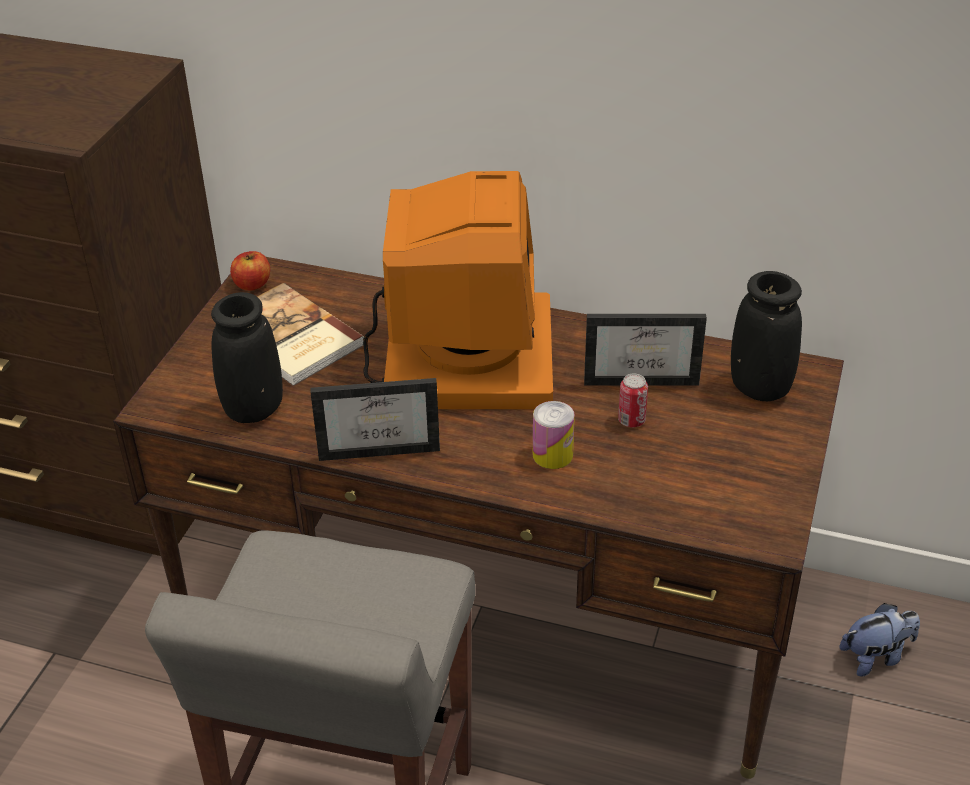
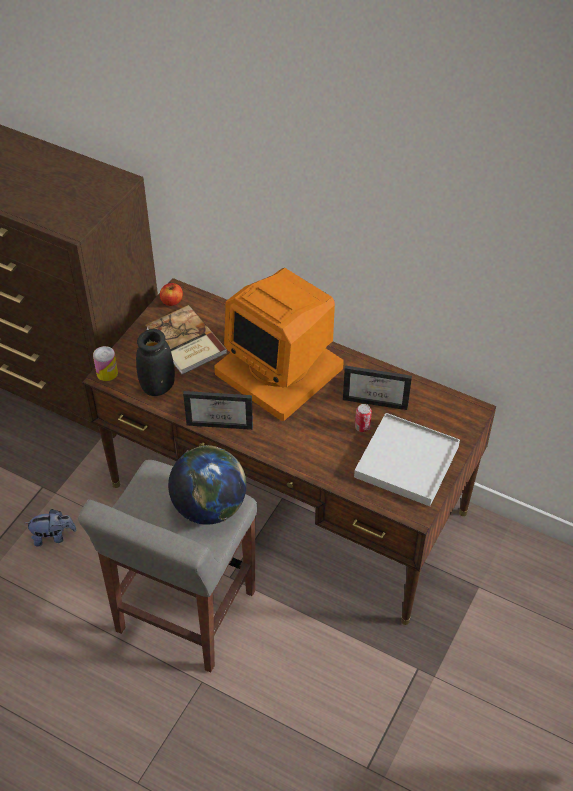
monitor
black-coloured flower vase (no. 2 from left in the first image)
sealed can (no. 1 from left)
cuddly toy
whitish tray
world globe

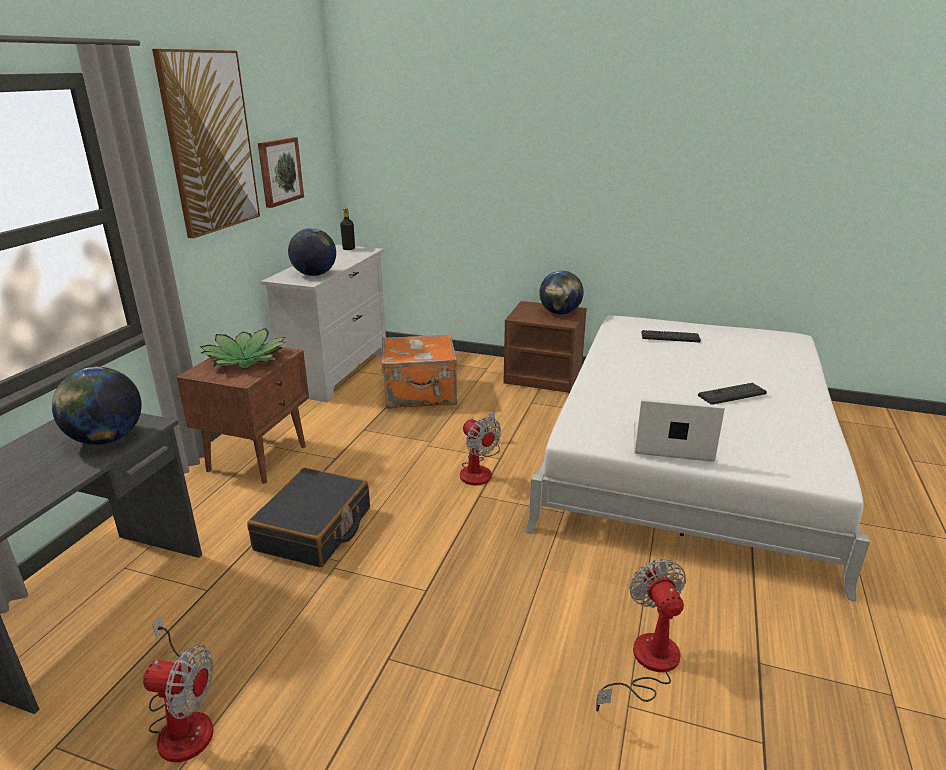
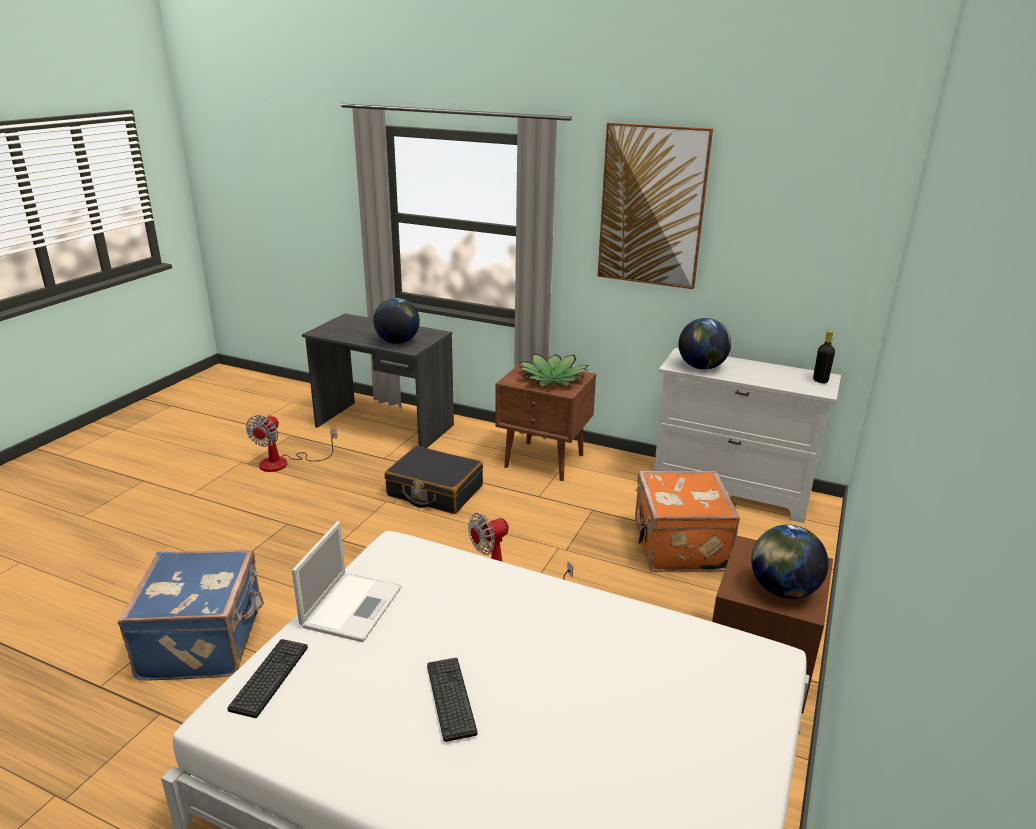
wall picture (no. 2 from left in the first image)
PC keyboard (no. 1 from left)
blue-coloured piece of luggage

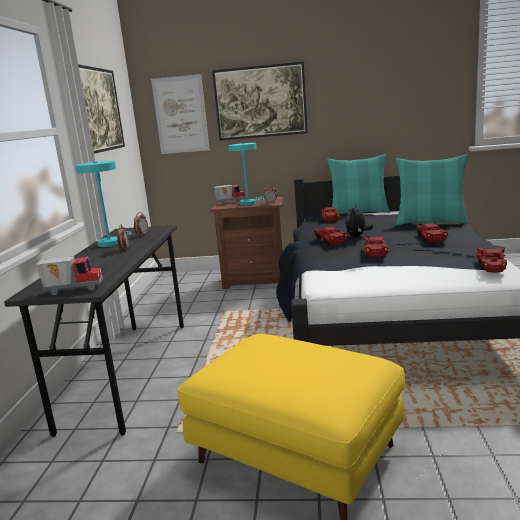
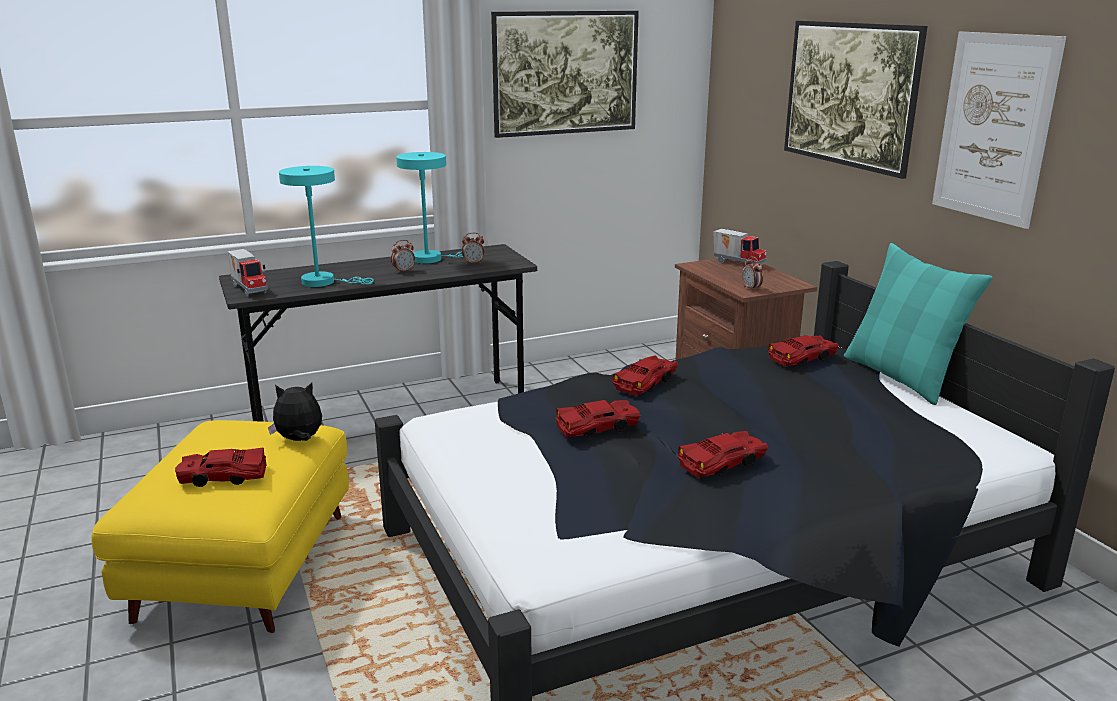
wall picture (no. 3 from left)
blue-green tabletop lamp (no. 1 from left)
blue-green throw pillow (no. 2 from left in the first image)
cuddly toy
red miniature car (no. 1 from left)

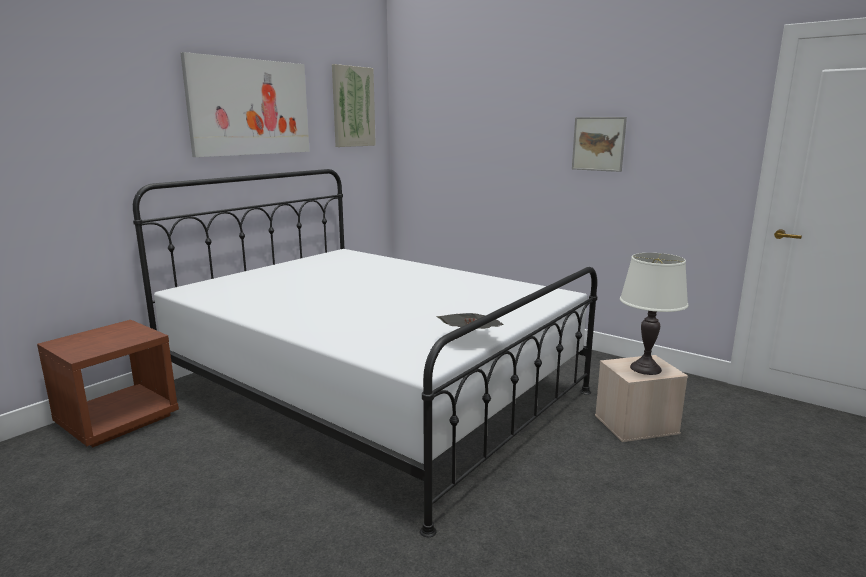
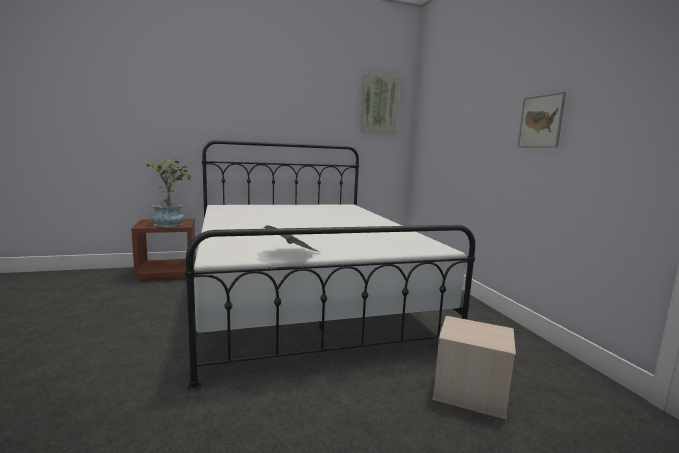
wall picture (no. 1 from left in the first image)
whitish tabletop lamp
potted plant

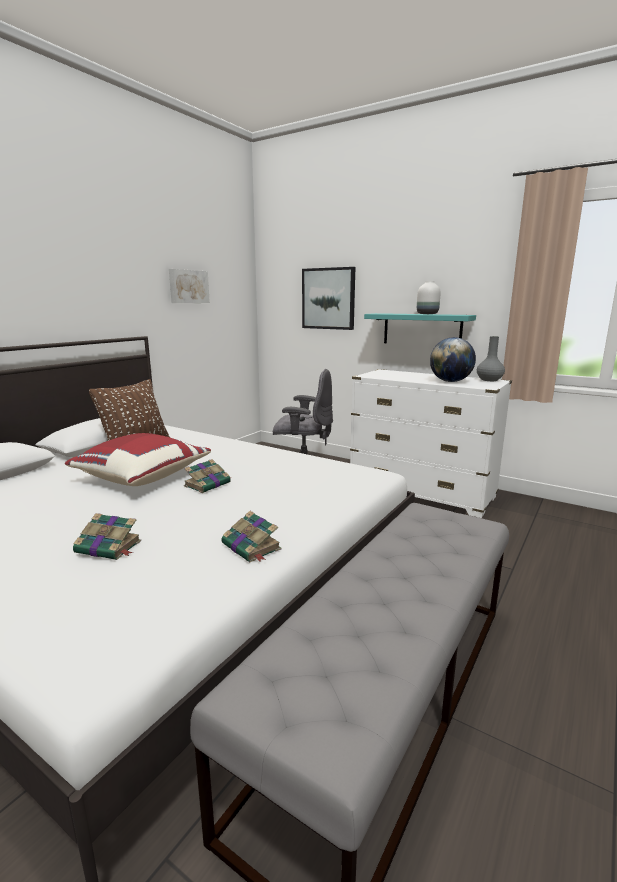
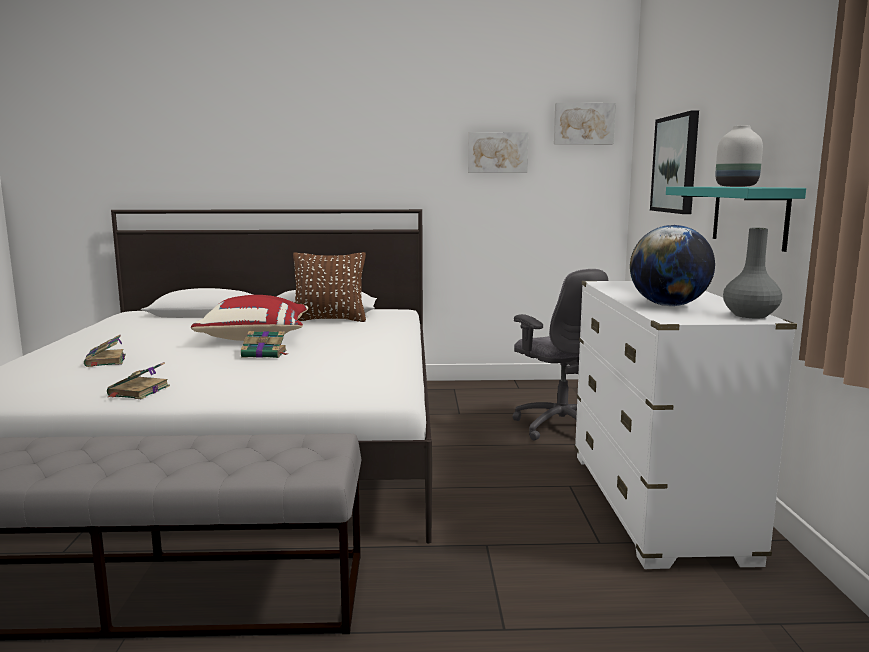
wall picture (no. 2 from left)

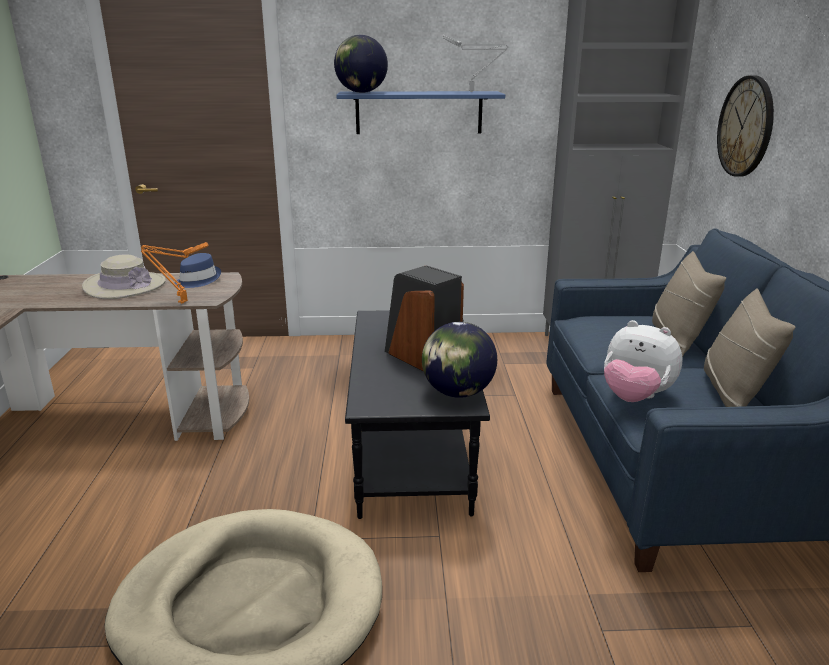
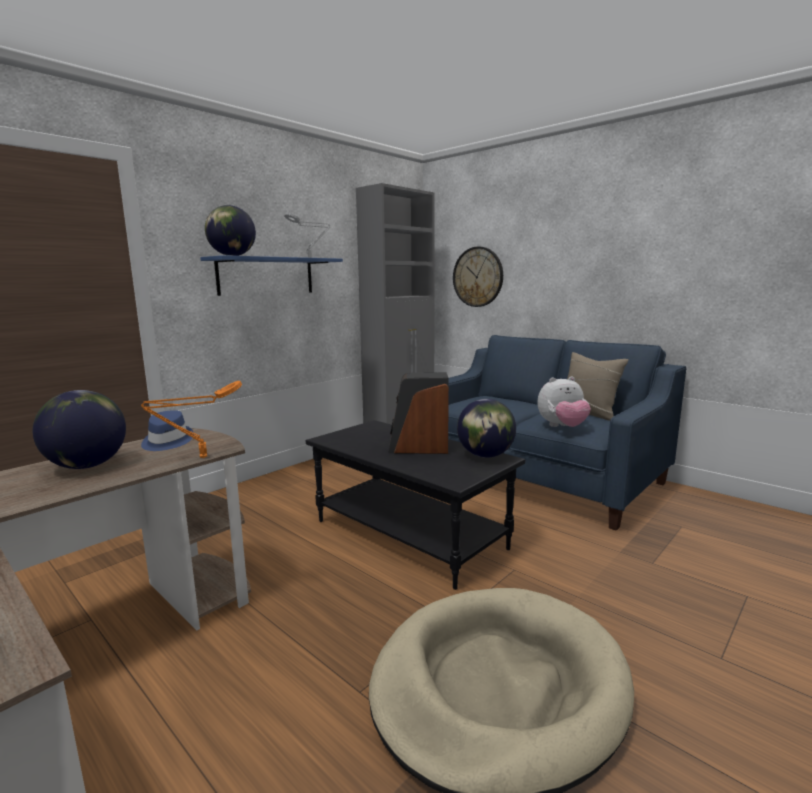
sand-coloured throw pillow (no. 1 from left in the first image)
world globe (no. 1 from left)

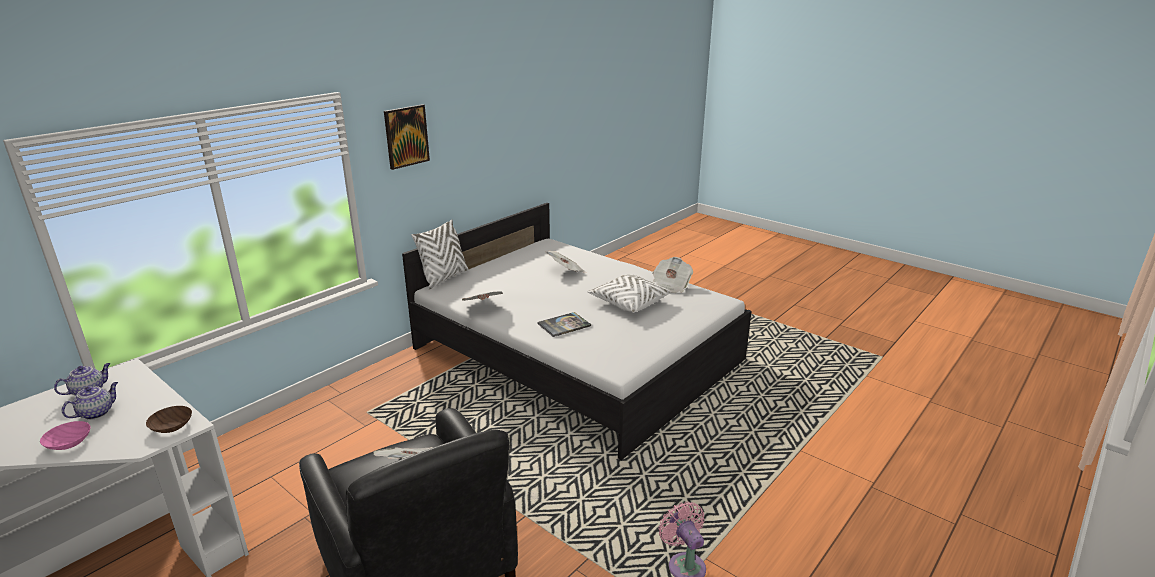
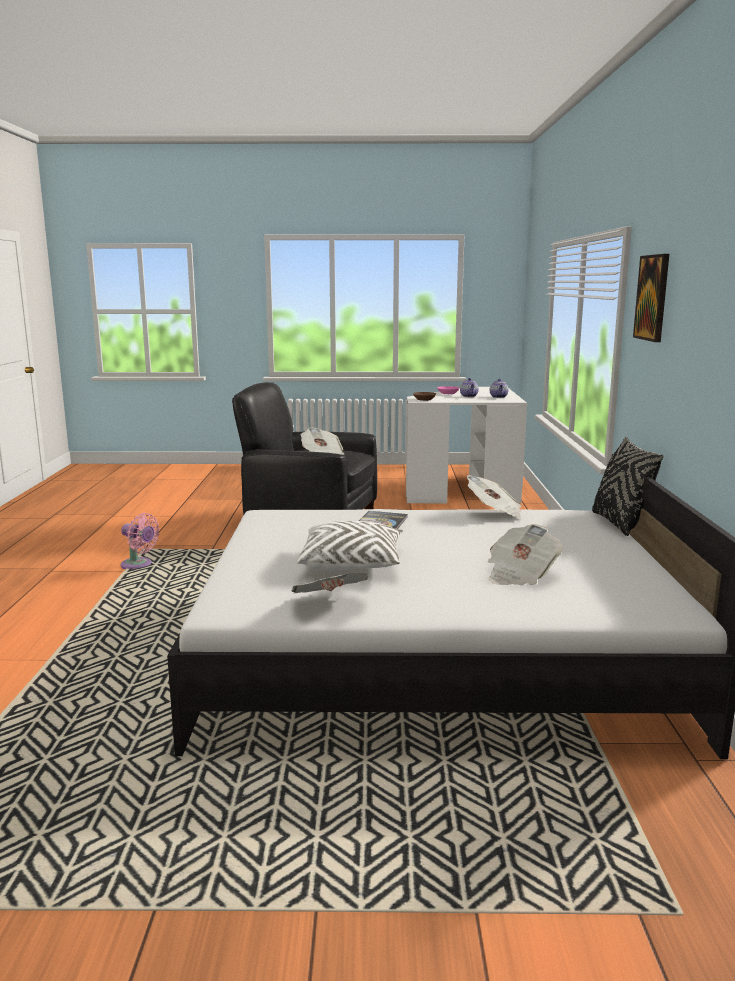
black-coloured throw pillow

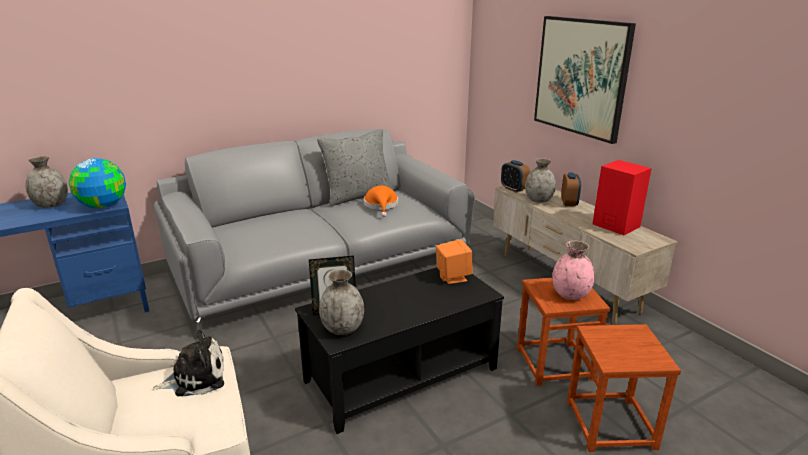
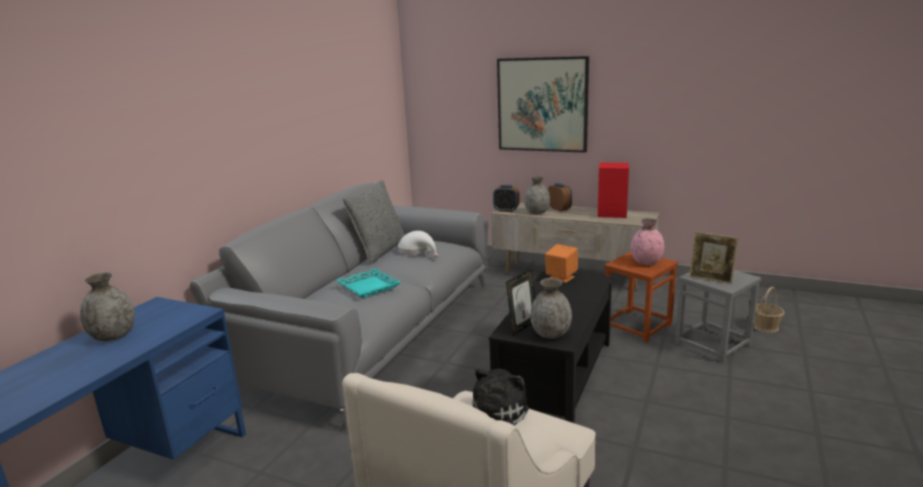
world globe
whitish hat
greyish stool
photo frame (no. 2 from left)
blue-green tray
household basket

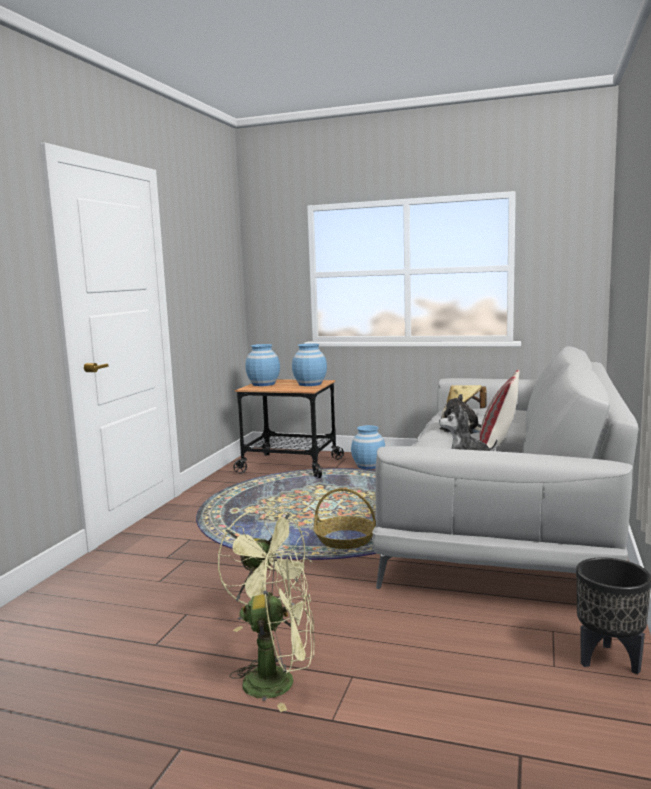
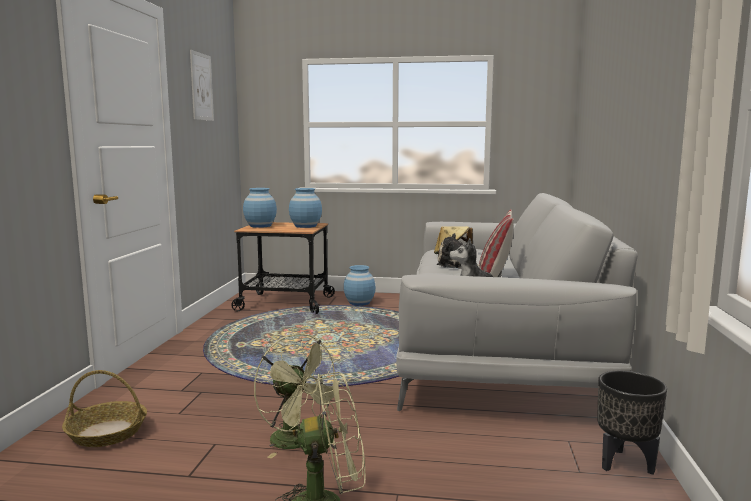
household basket
wall picture

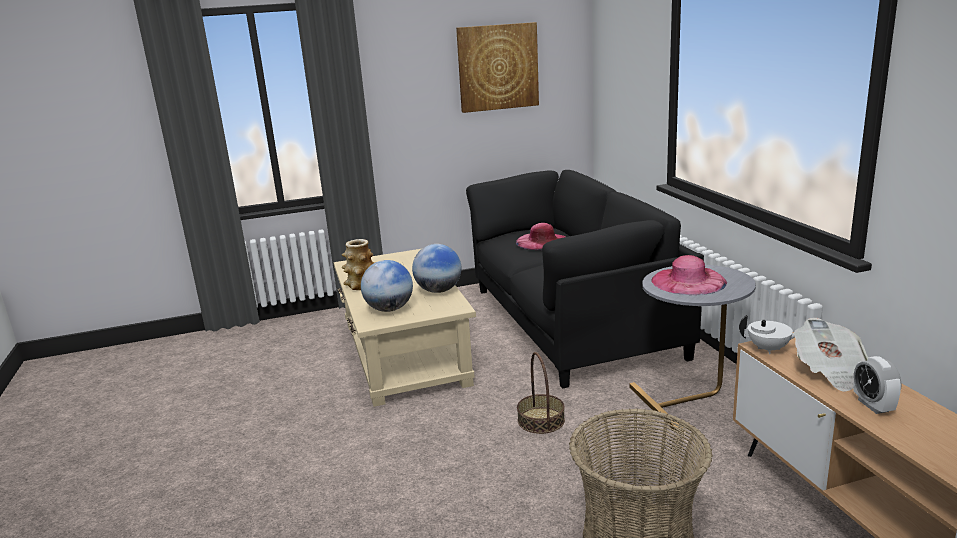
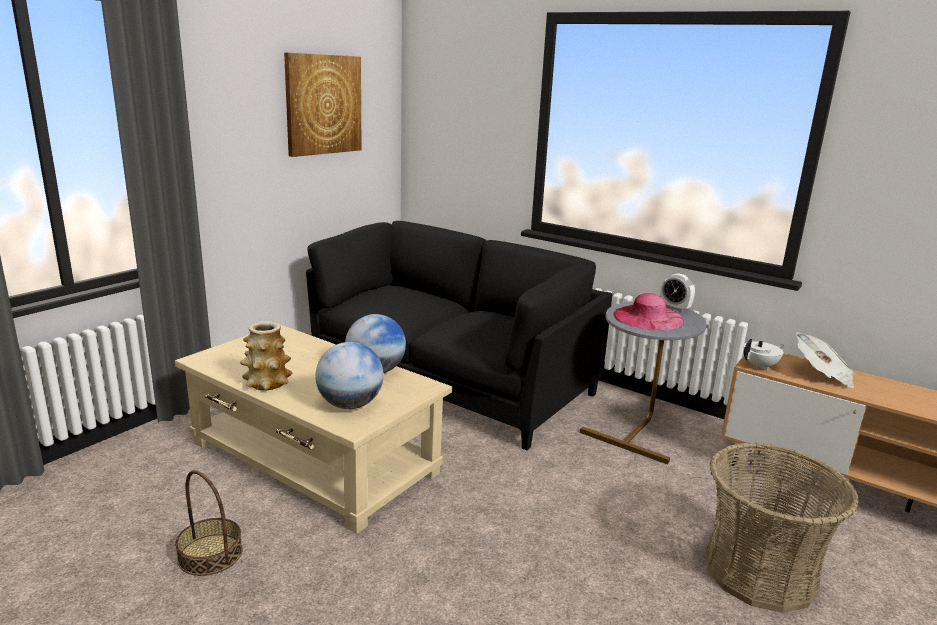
pink hat (no. 1 from left in the first image)
household basket (no. 1 from left)
alarm clock

